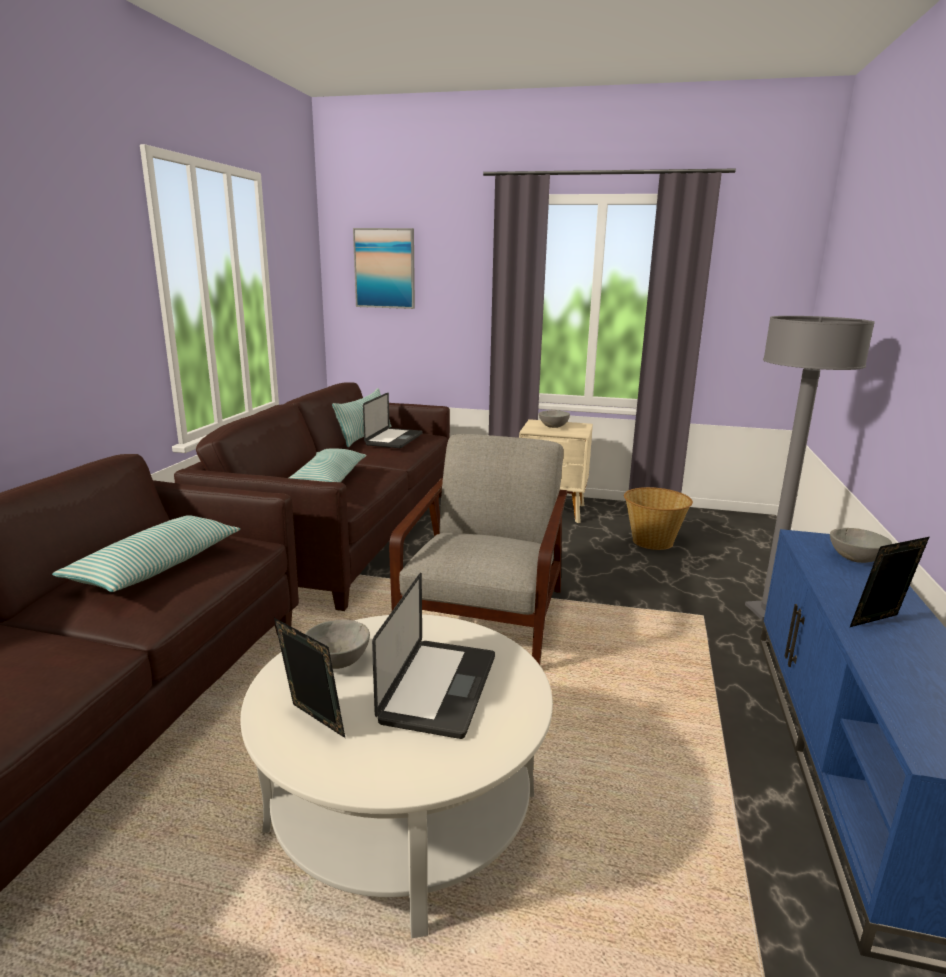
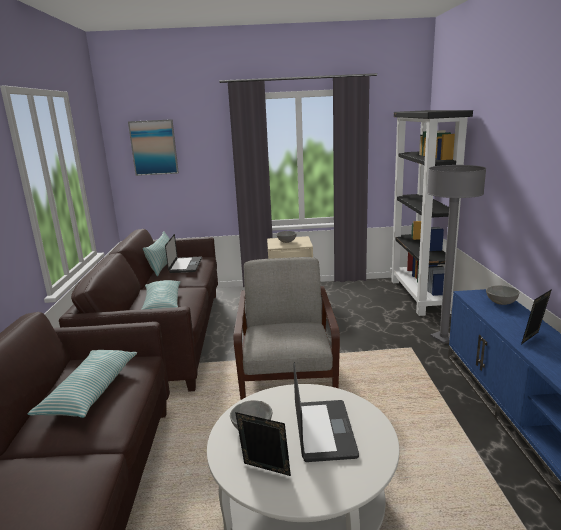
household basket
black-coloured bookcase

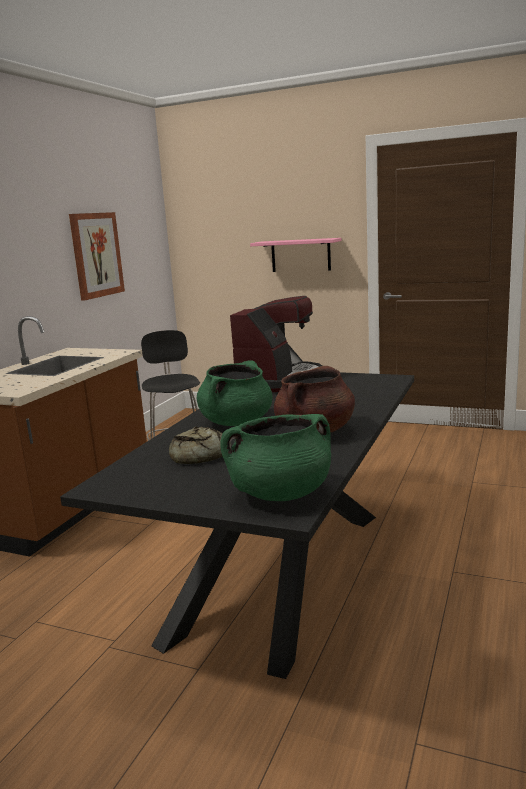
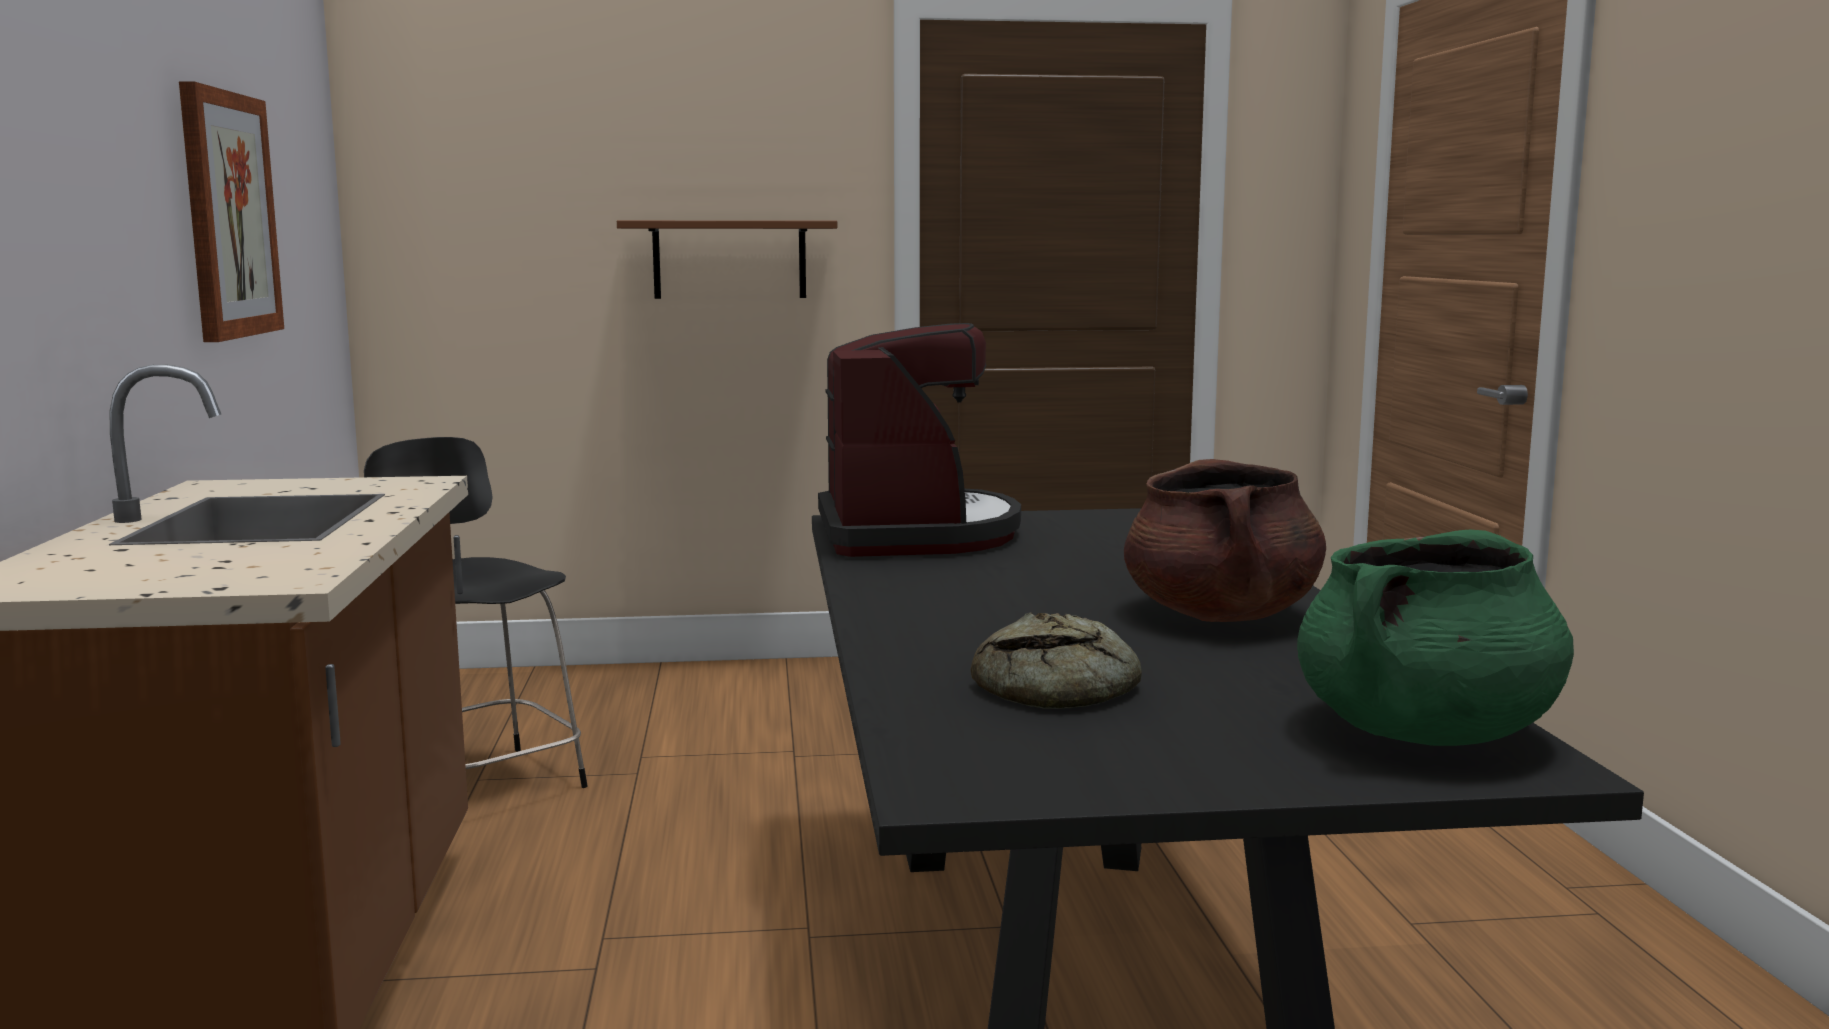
brown bracket shelf
green cooking pot (no. 1 from left in the first image)

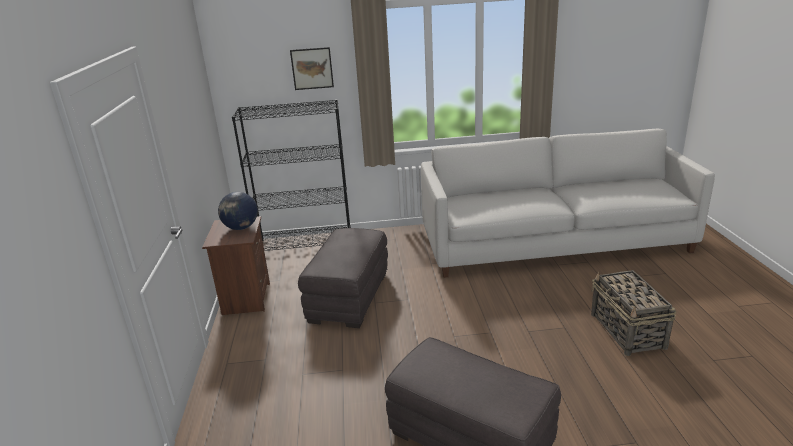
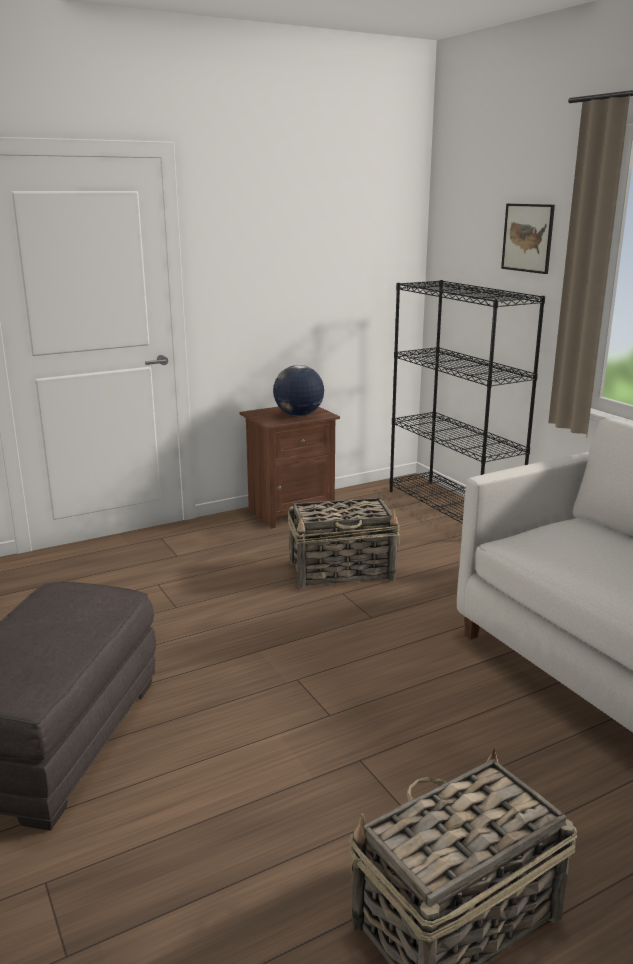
household basket (no. 1 from left)

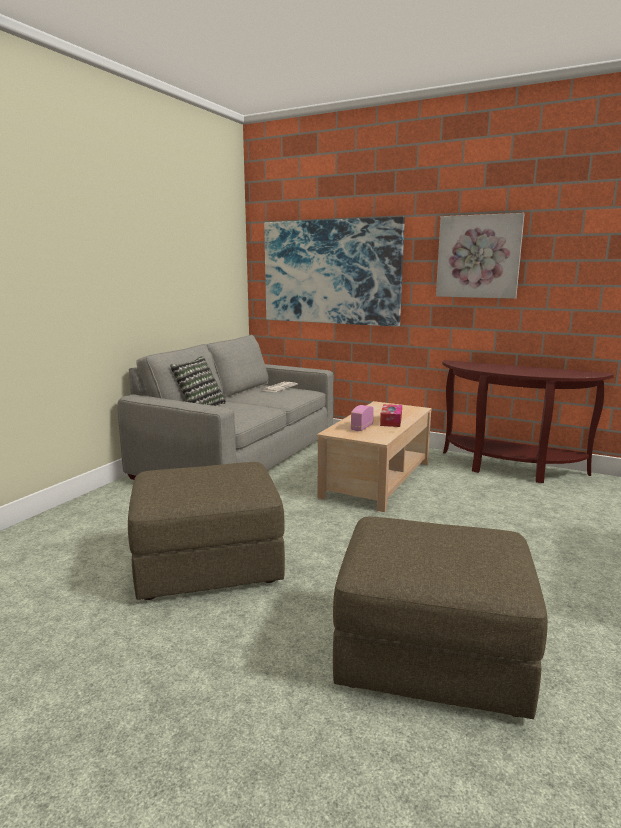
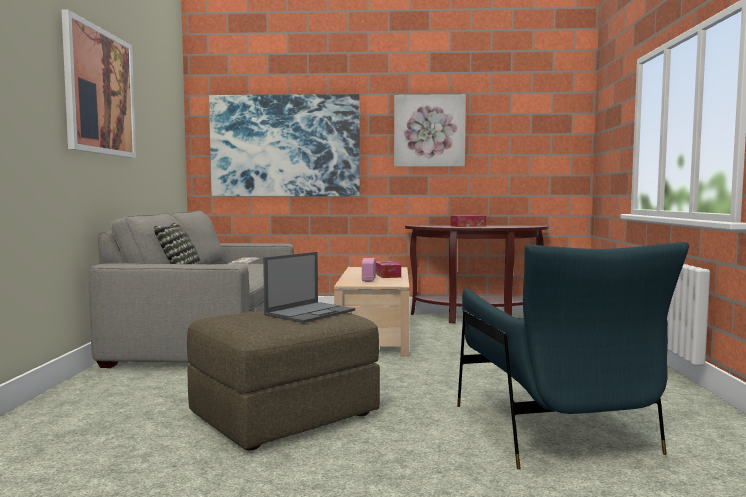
blue-coloured easy chair
wall picture (no. 1 from left)
tissue box (no. 2 from left)
notebook computer

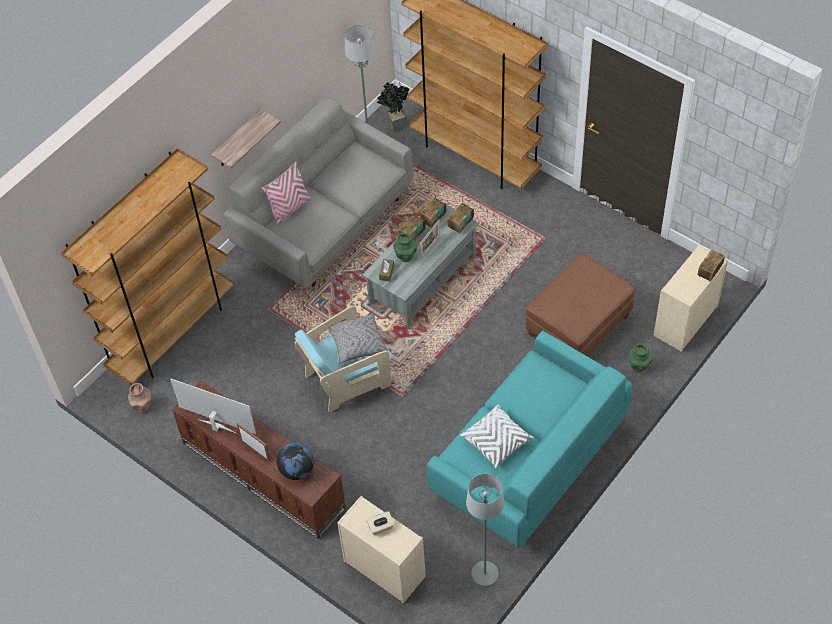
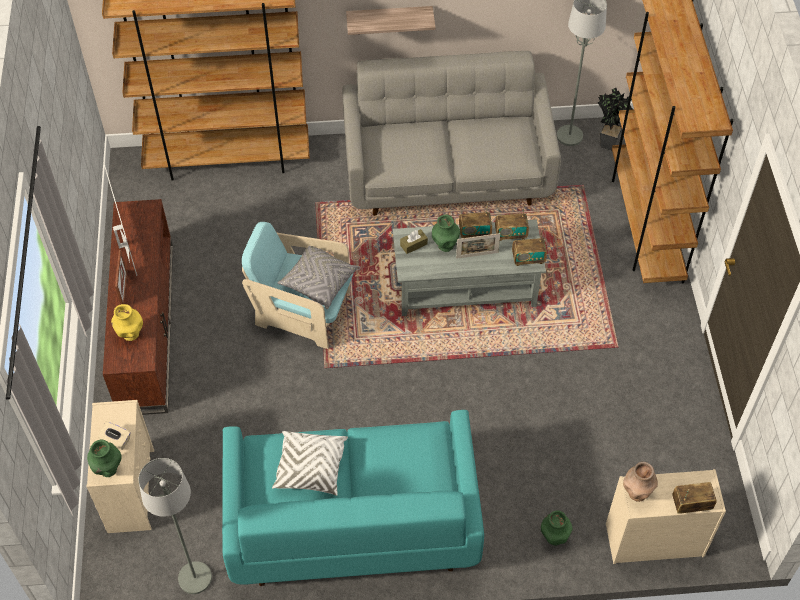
pink throw pillow
brown footrest
brown flower vase
yellowish flower vase
green flower vase (no. 1 from left)

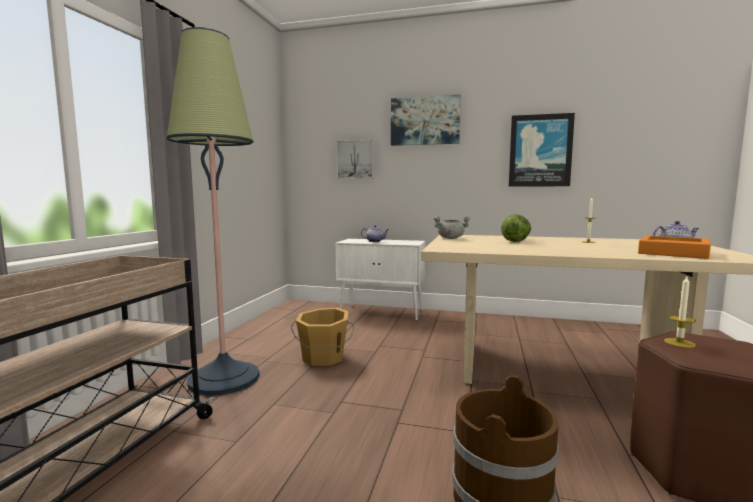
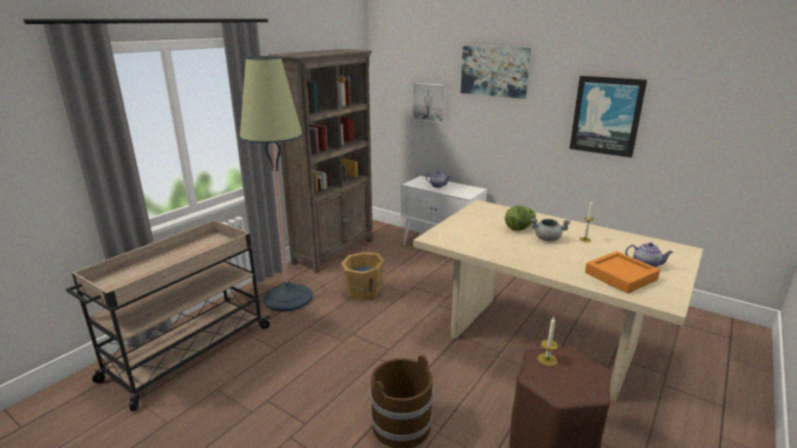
greyish cooking pot
brown bookcase

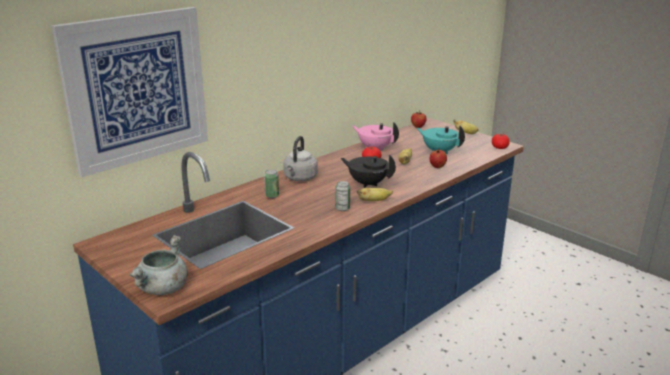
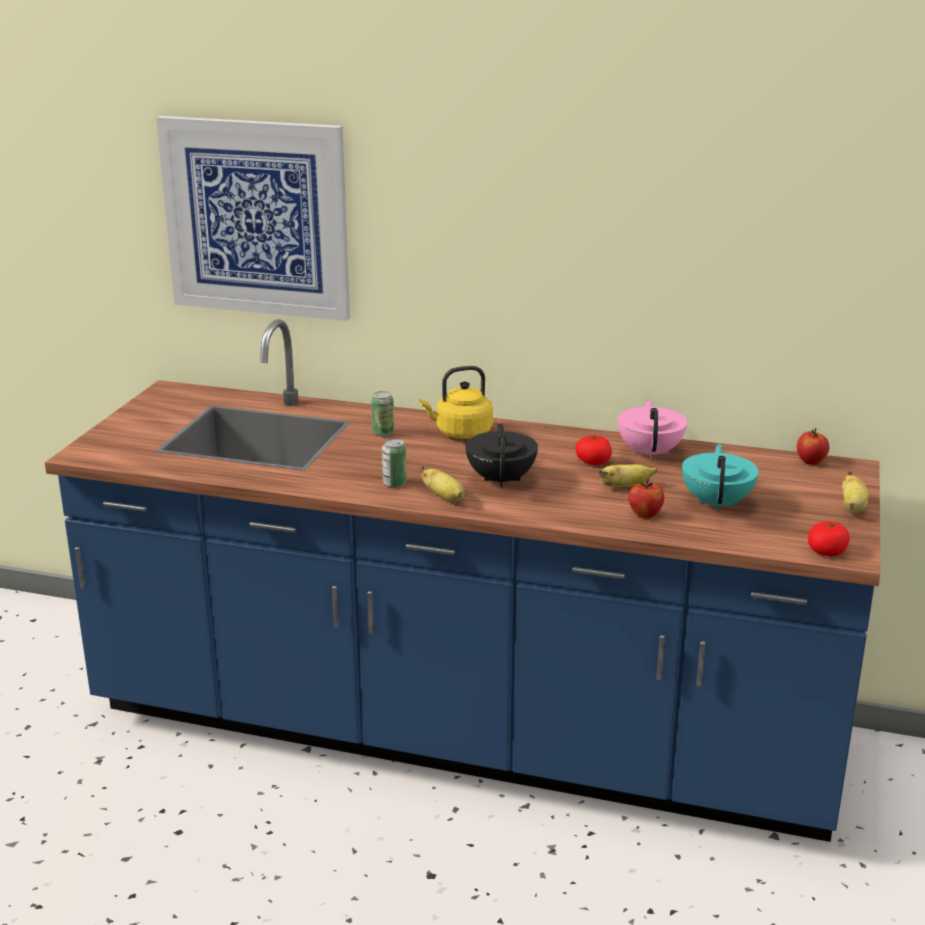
yellowish tea kettle
greyish cooking pot

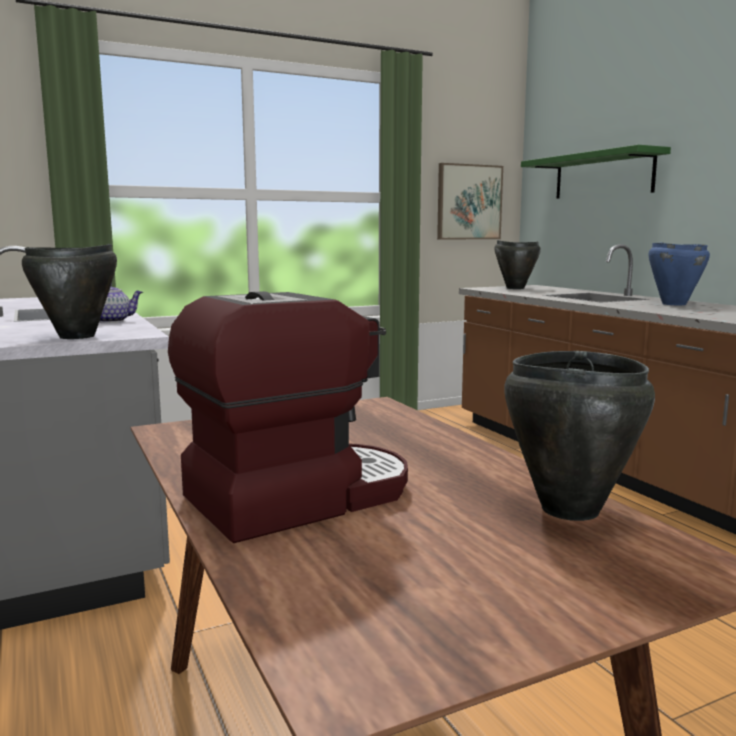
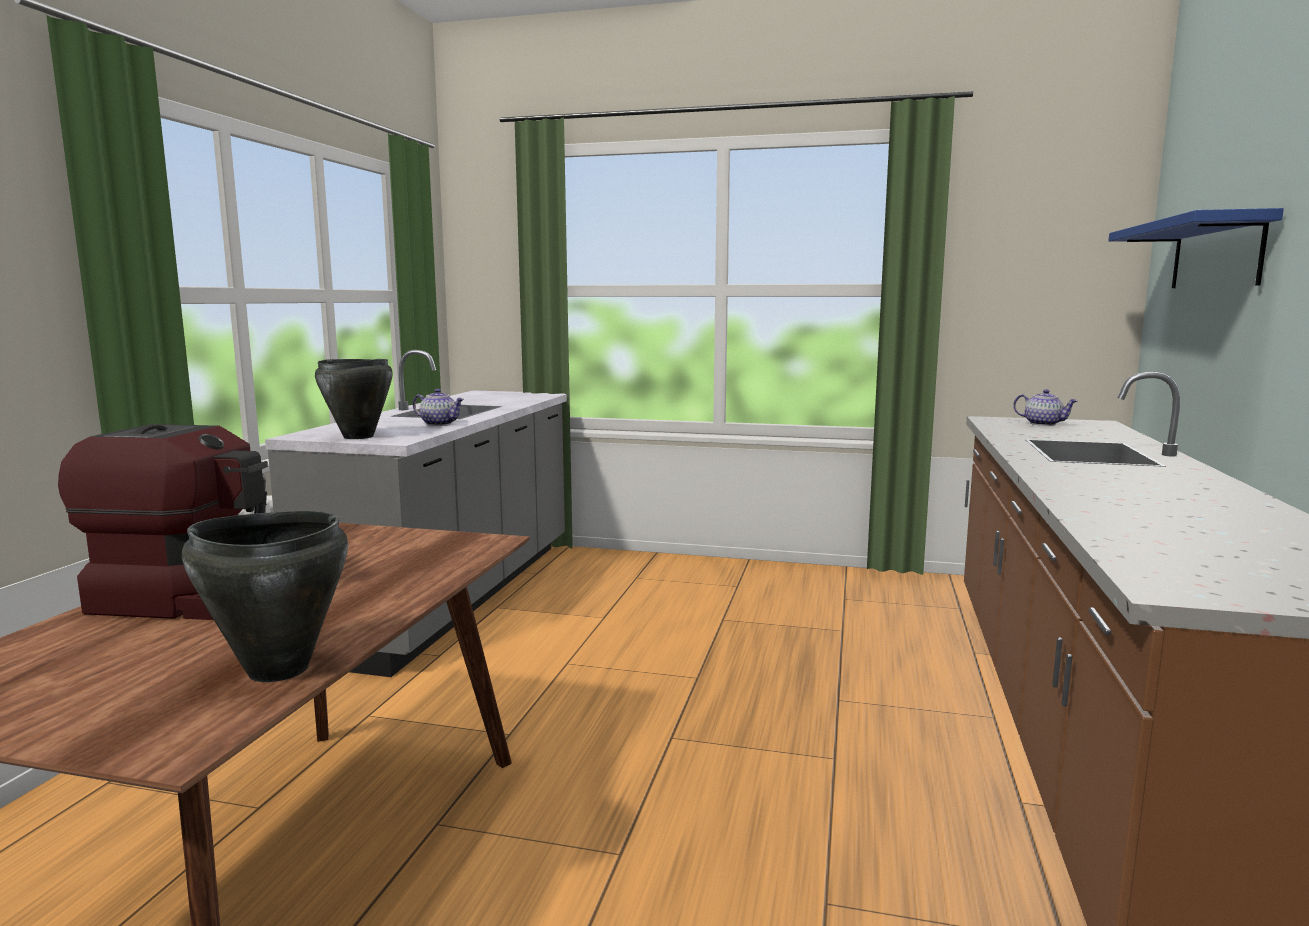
blue-coloured bracket shelf
wall picture
teapot (no. 2 from left)
blue-coloured cooking pot

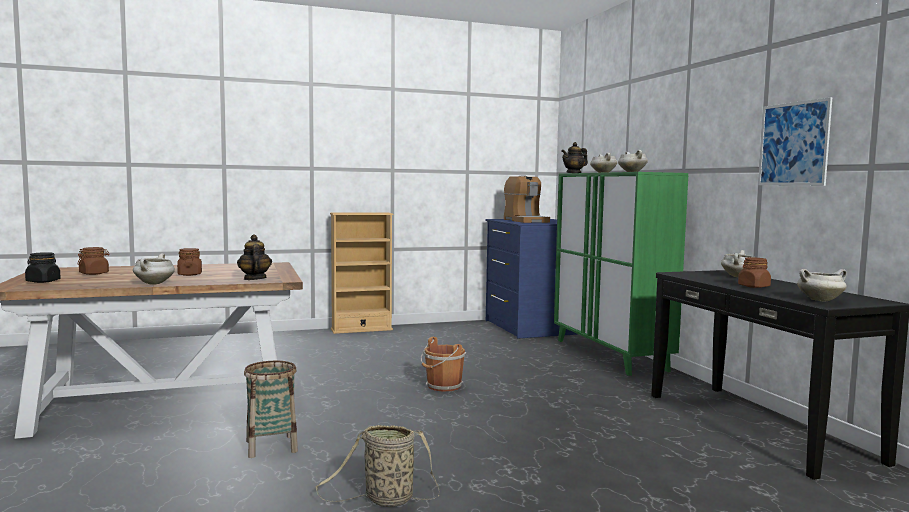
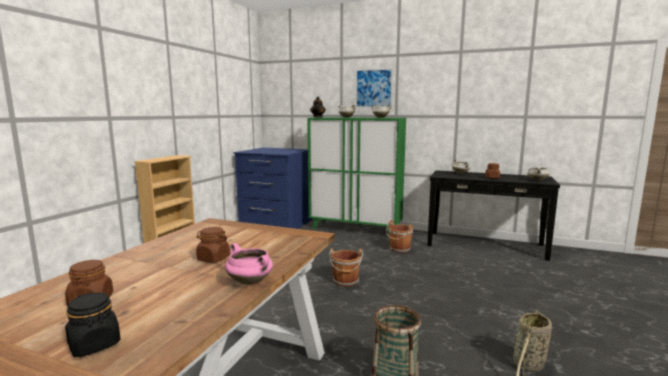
wall picture
coffee brewer
teapot (no. 1 from left in the first image)
pink cooking pot
brown bucket (no. 2 from left)

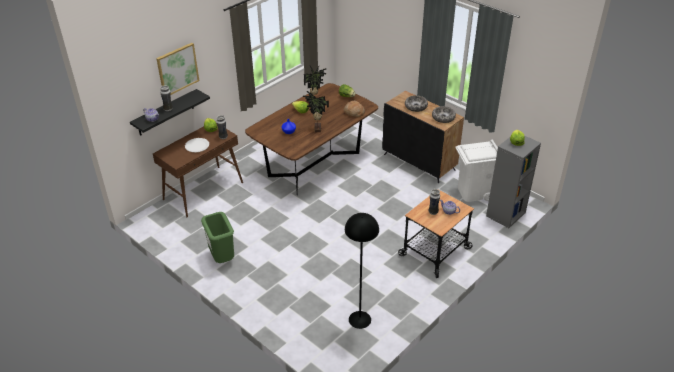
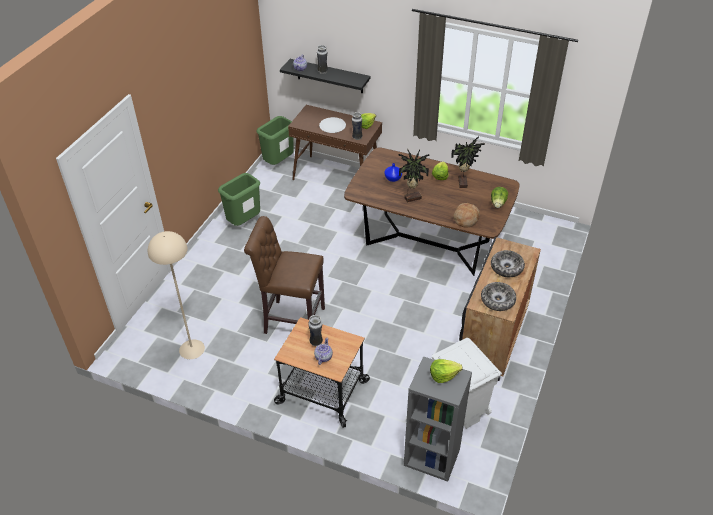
wall picture
sand-coloured floor lamp
green waste bin (no. 2 from left)
brown stool

